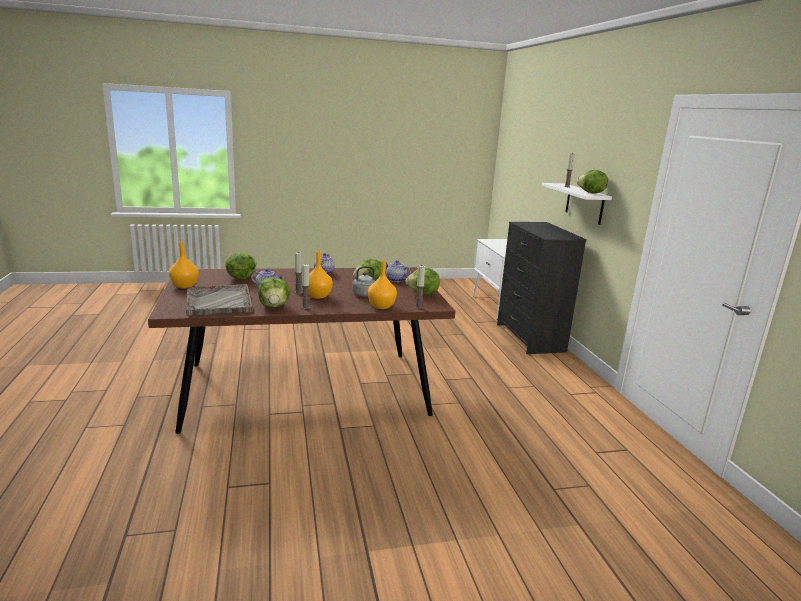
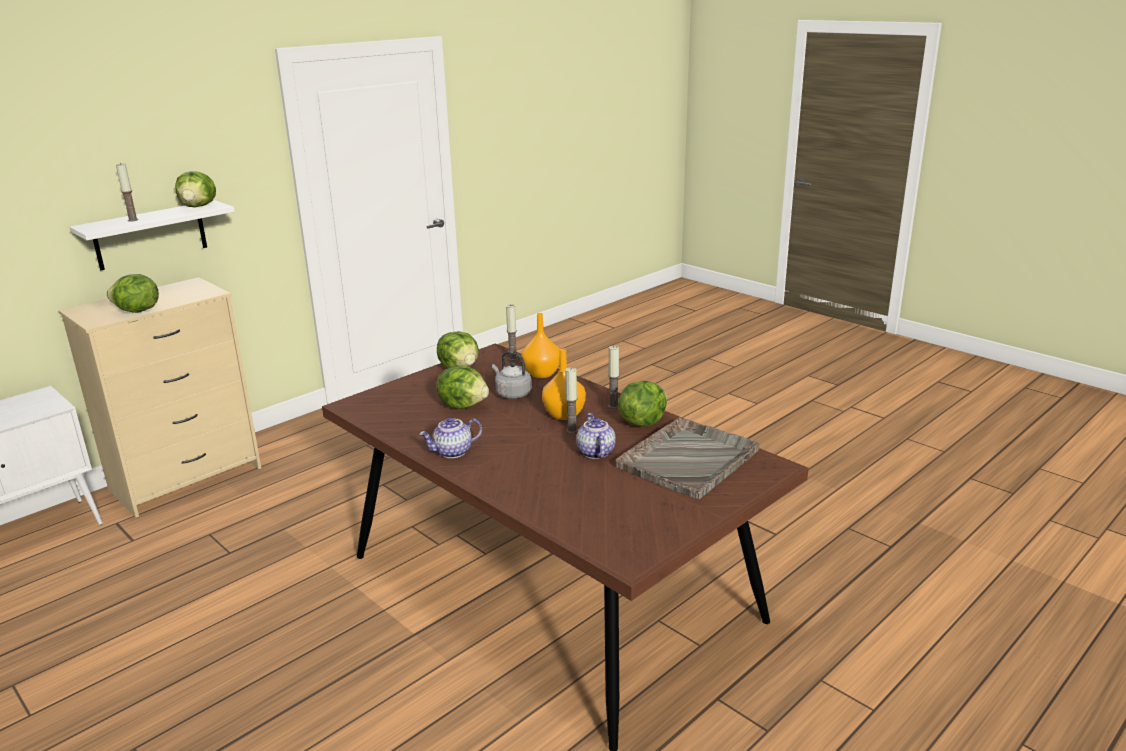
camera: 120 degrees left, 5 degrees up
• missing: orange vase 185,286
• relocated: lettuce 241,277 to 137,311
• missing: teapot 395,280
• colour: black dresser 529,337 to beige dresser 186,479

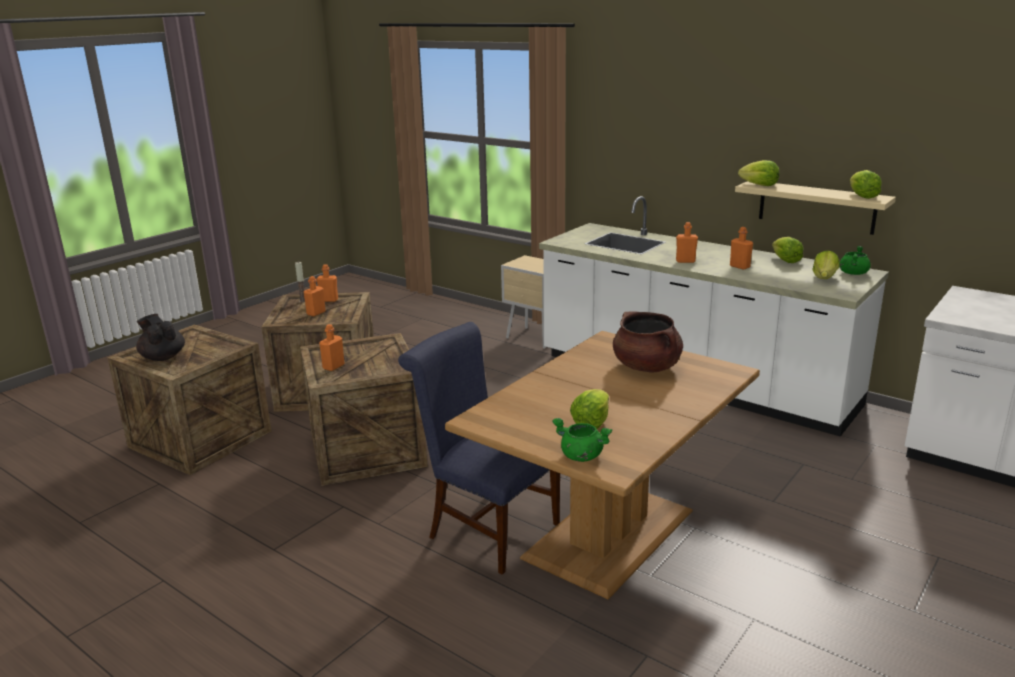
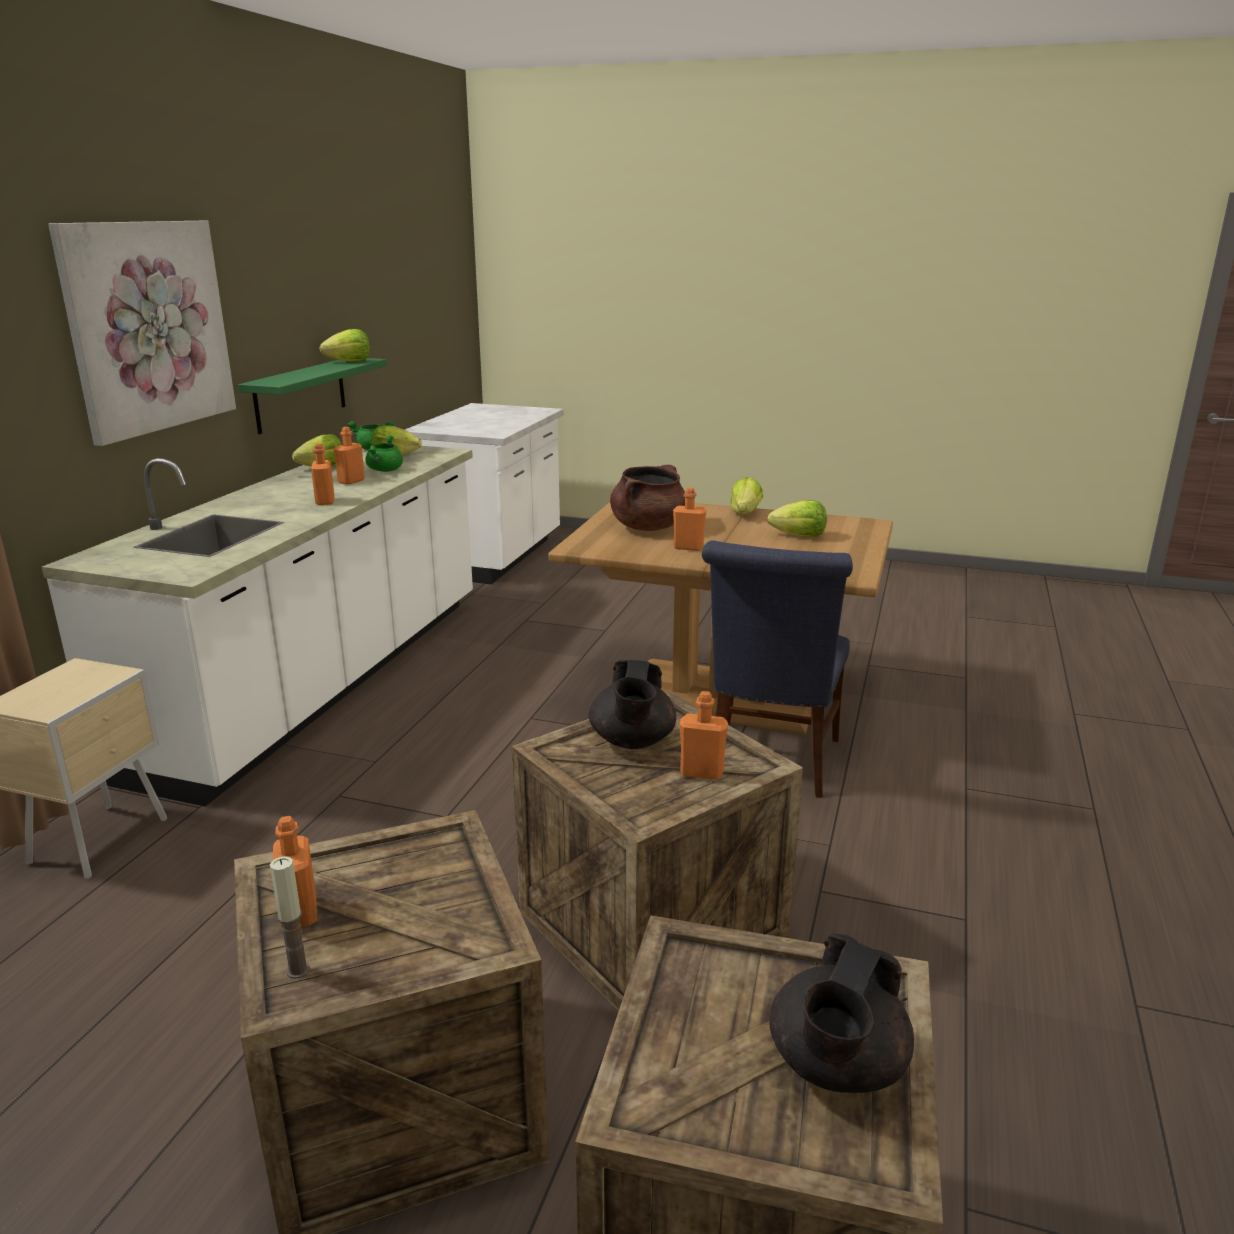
camera: 110 degrees left, 0 degrees up
• relocated: orange bottle 316,313 to 688,547
• relocated: green cooking pot 580,456 to 385,470
• colour: beige shelf 816,207 to green shelf 300,394
• relocated: lettuce 759,185 to 745,513
• appeared: picture 149,327
• appeared: black teapot 632,741

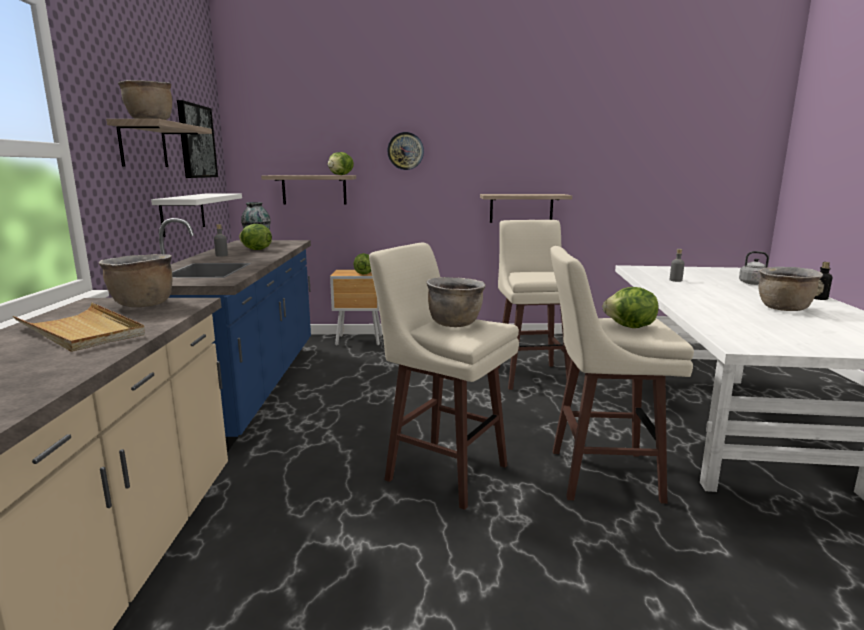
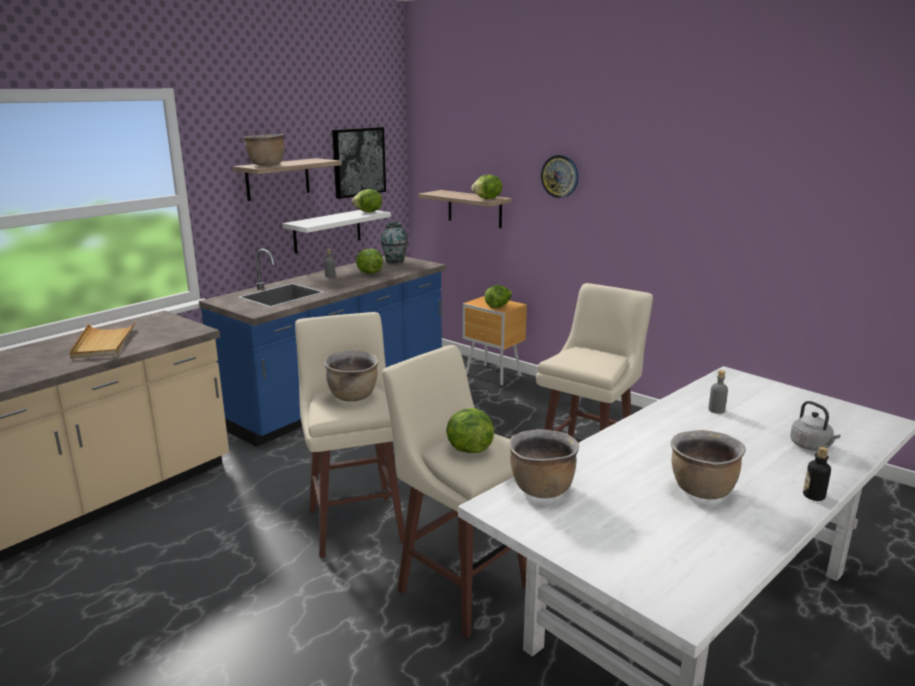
camera: 40 degrees right, 5 degrees up
• relocated: brown cooking pot 142,304 to 541,489
• missing: shelf 521,208
• appeared: lettuce 368,212

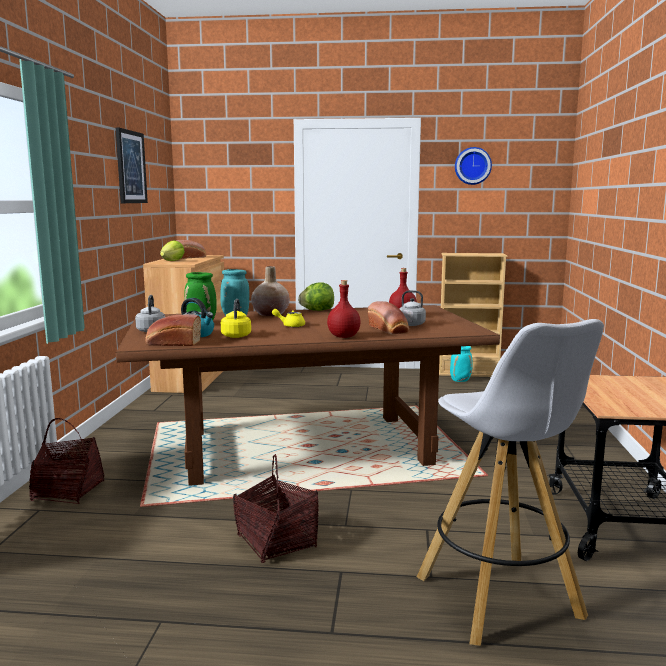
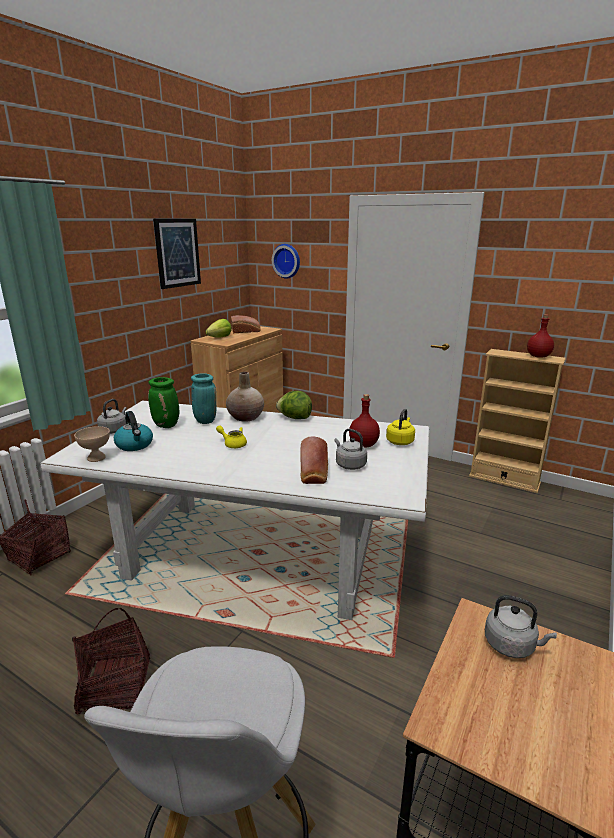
camera: 25 degrees right, 10 degrees up
• colour: brown dining table 304,447 to white dining table 253,553
• exchanged: bread 172,343 to beige bowl 96,458
• relocated: yellow kettle 236,335 to 400,441
• relocated: red bottle 344,336 to 539,356
• missing: turquoise vase 460,380
• relocated: wall clock 472,166 to 287,261
• appeared: grey kettle 512,645

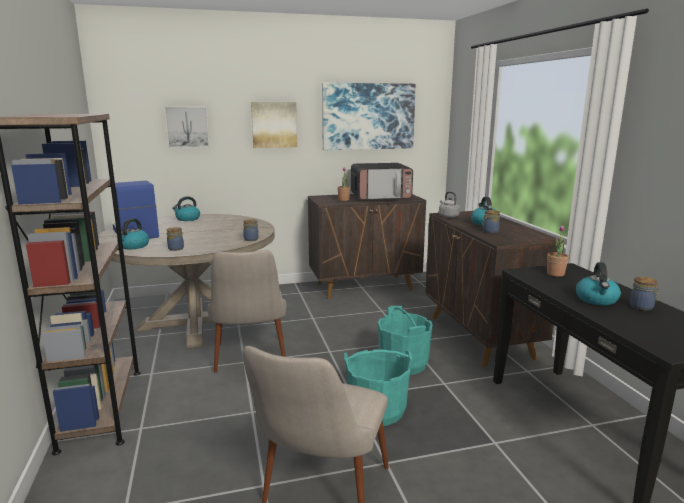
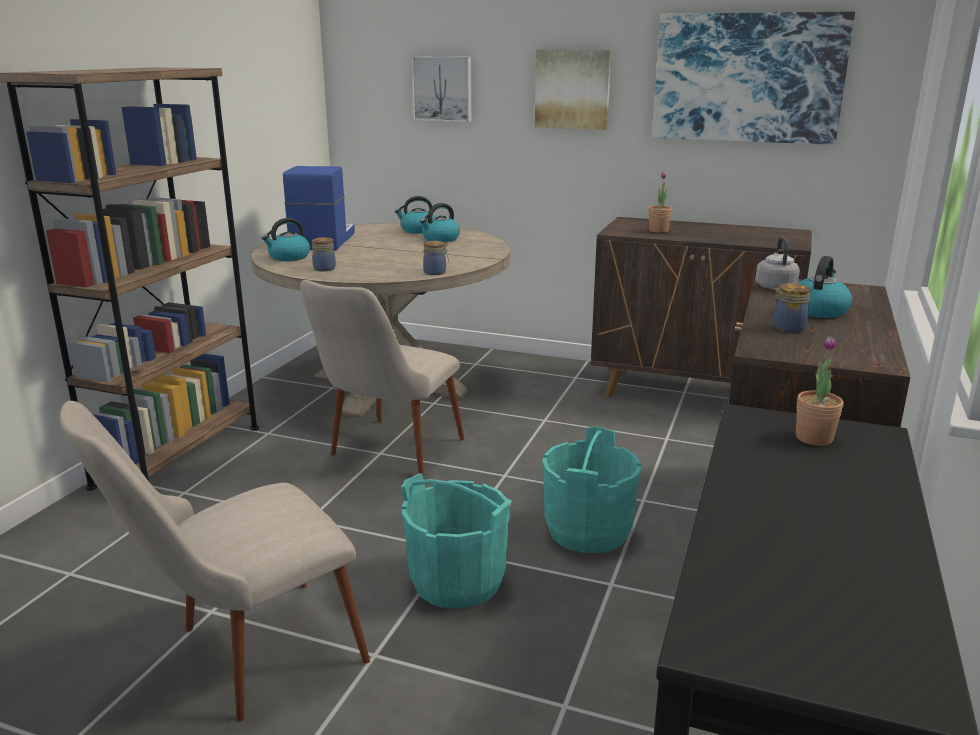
camera: 35 degrees right, 5 degrees up
• missing: microwave 381,197
• relocated: kettle 597,300 to 440,239
• missing: jar 642,307

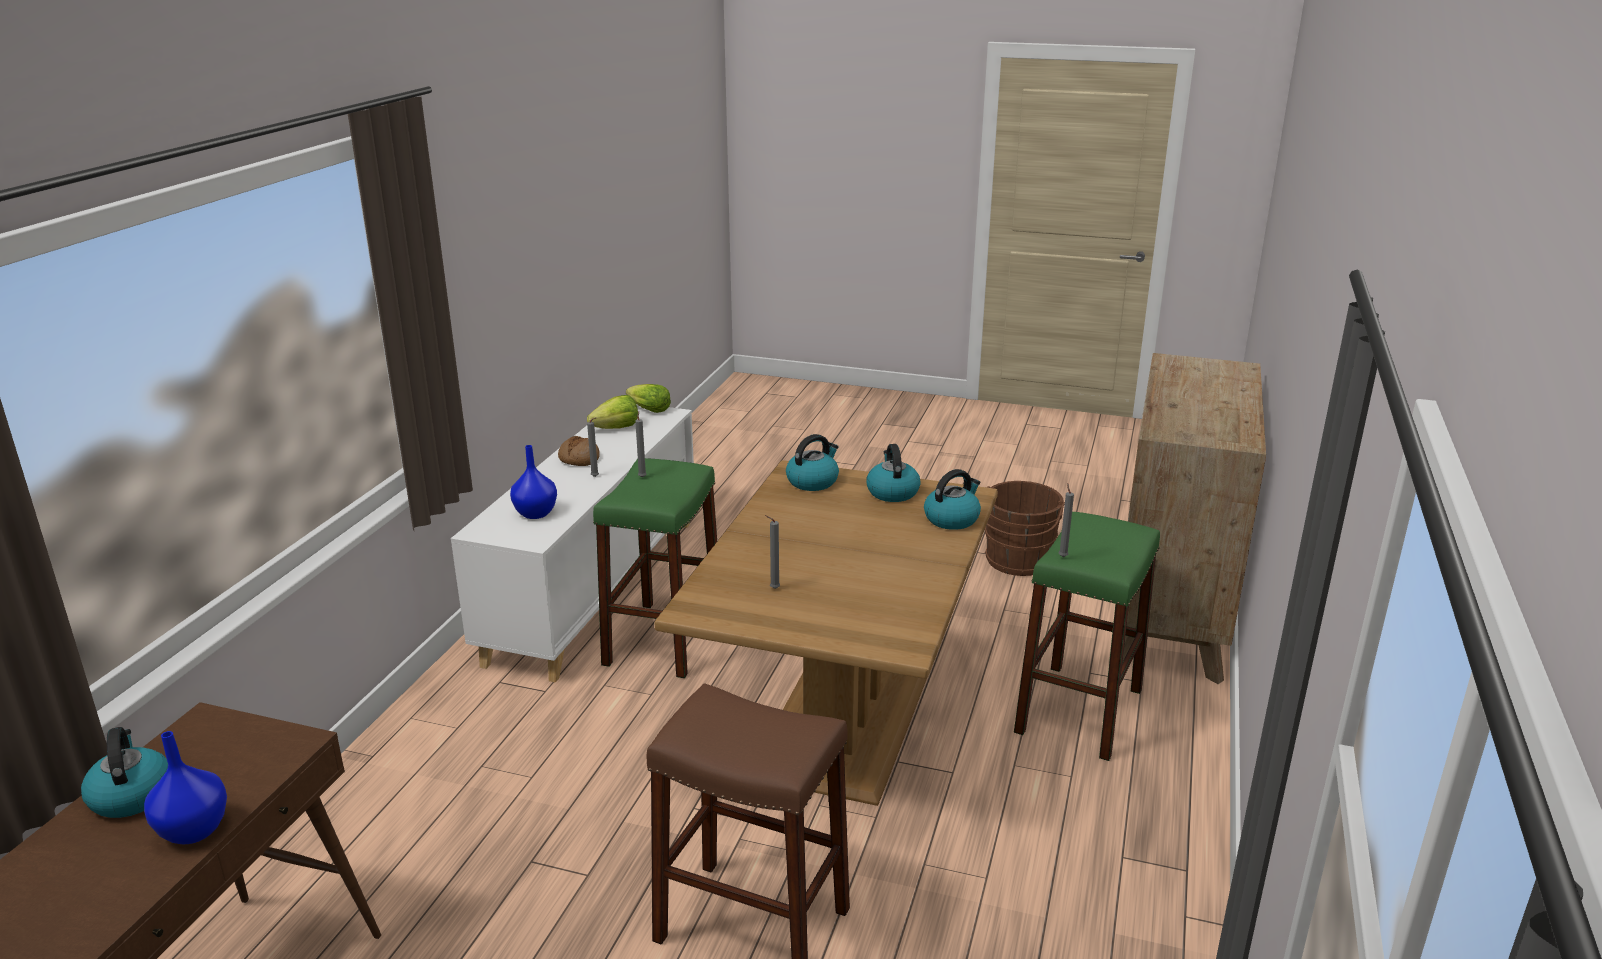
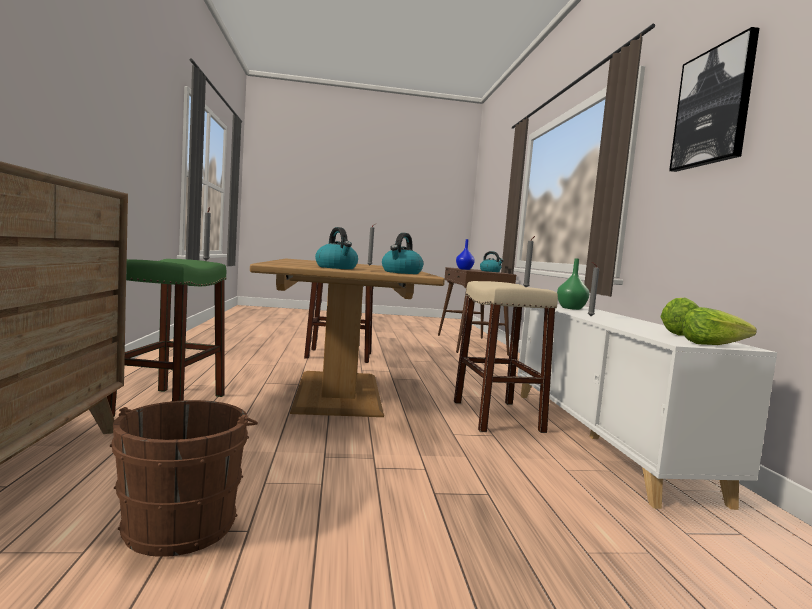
camera: 155 degrees right, 20 degrees down
• colour: blue vase 535,514 to green vase 571,308
• missing: bread 579,459
• colour: green stool 664,639 to beige stool 496,416
• missing: kettle 952,519
• appeared: picture 713,107

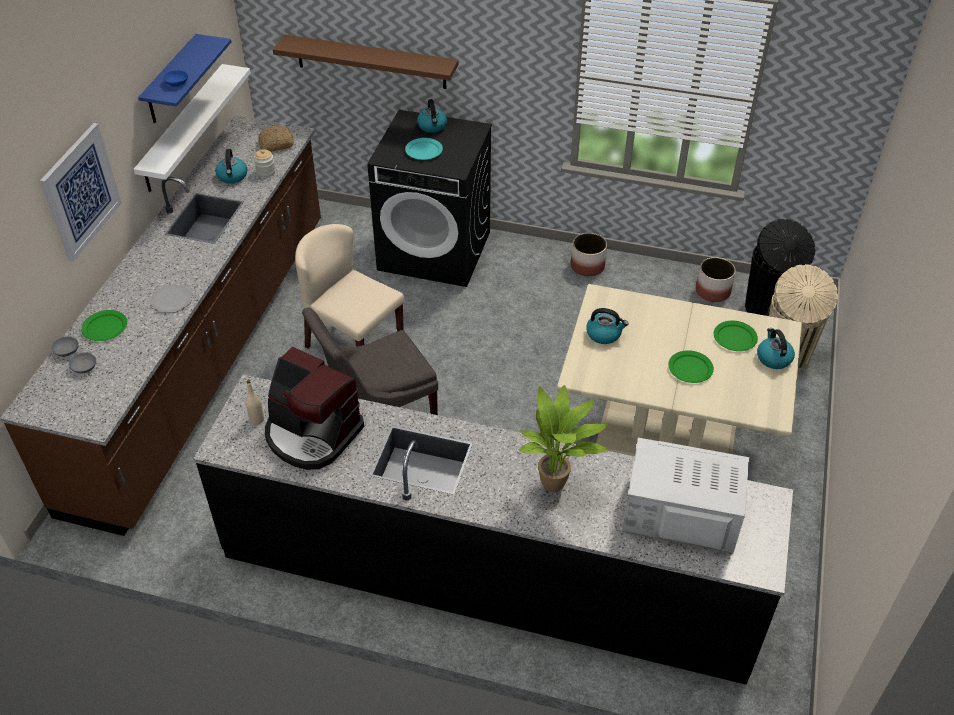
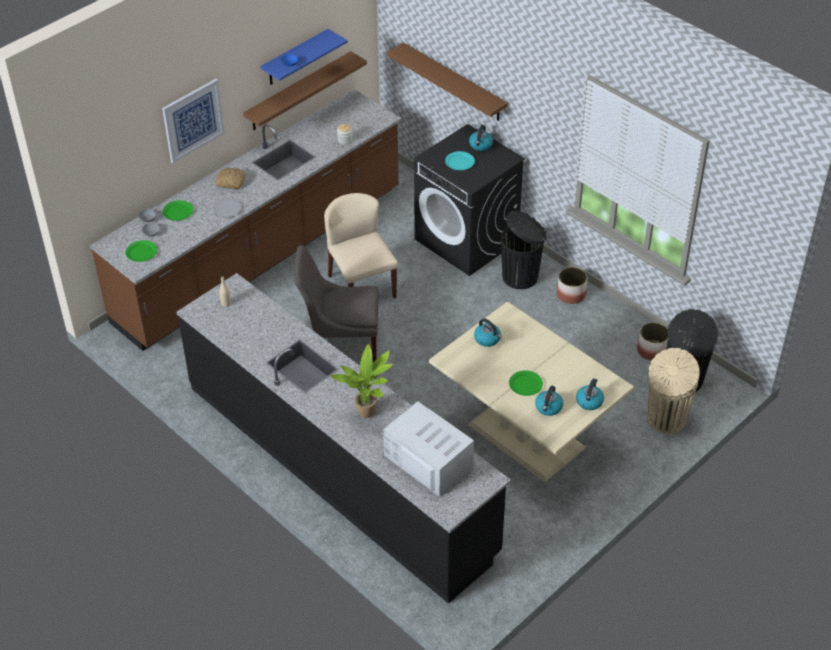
camera: 30 degrees right, 0 degrees up
• colour: white shelf 183,128 to brown shelf 299,92
• relocated: kettle 232,176 to 548,408
• relocated: bread 276,144 to 230,182
• missing: coffee machine 312,434
• relocated: green plate 734,337 to 141,252
• appeared: black trash can 521,276

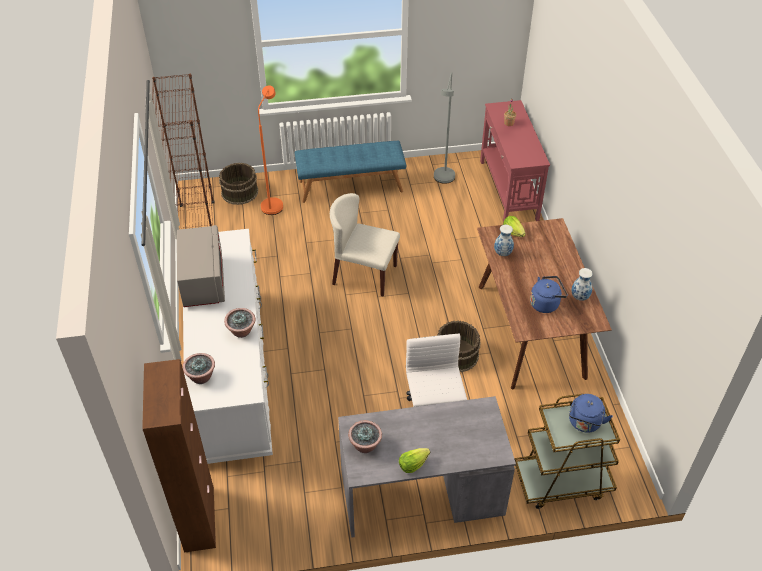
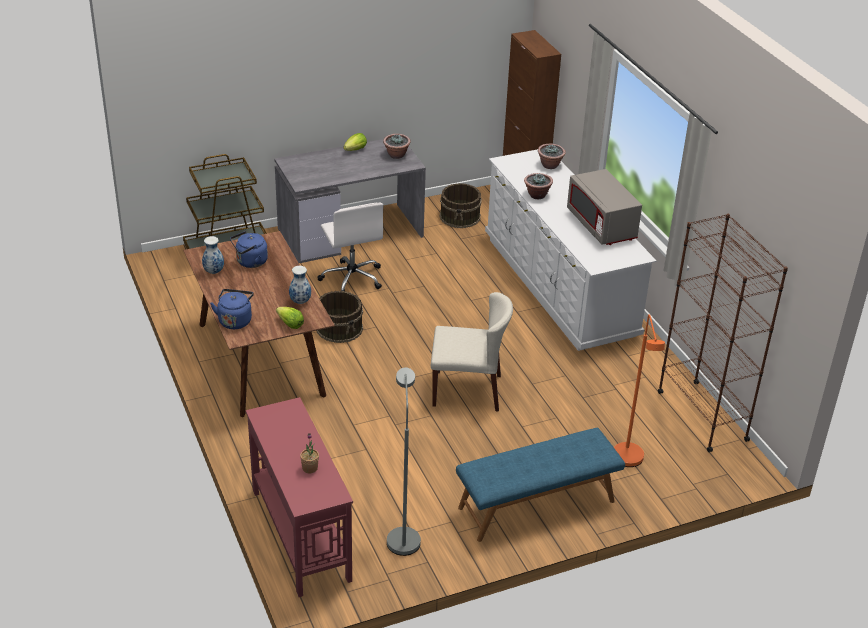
camera: 165 degrees right, 10 degrees down
• relocated: brown bucket 239,192 to 460,216
• relocated: blue kettle 584,423 to 235,320

